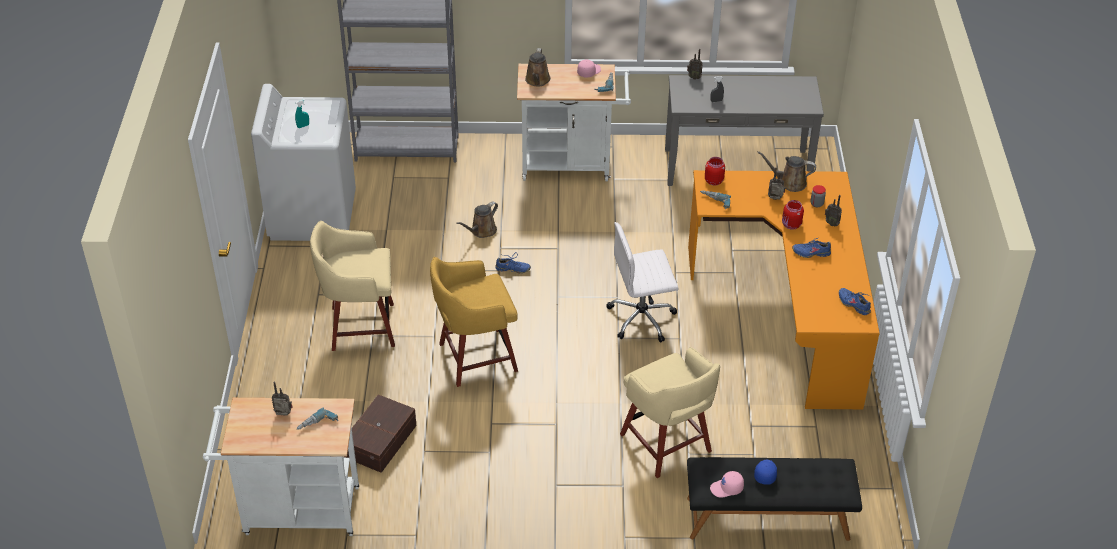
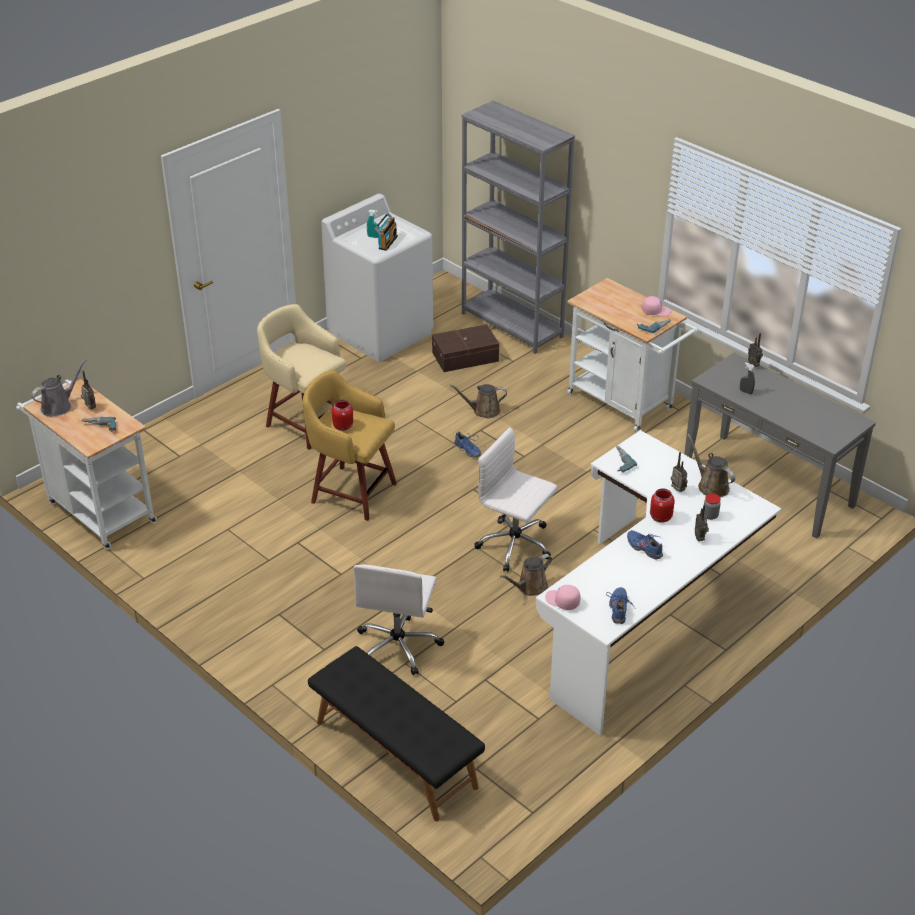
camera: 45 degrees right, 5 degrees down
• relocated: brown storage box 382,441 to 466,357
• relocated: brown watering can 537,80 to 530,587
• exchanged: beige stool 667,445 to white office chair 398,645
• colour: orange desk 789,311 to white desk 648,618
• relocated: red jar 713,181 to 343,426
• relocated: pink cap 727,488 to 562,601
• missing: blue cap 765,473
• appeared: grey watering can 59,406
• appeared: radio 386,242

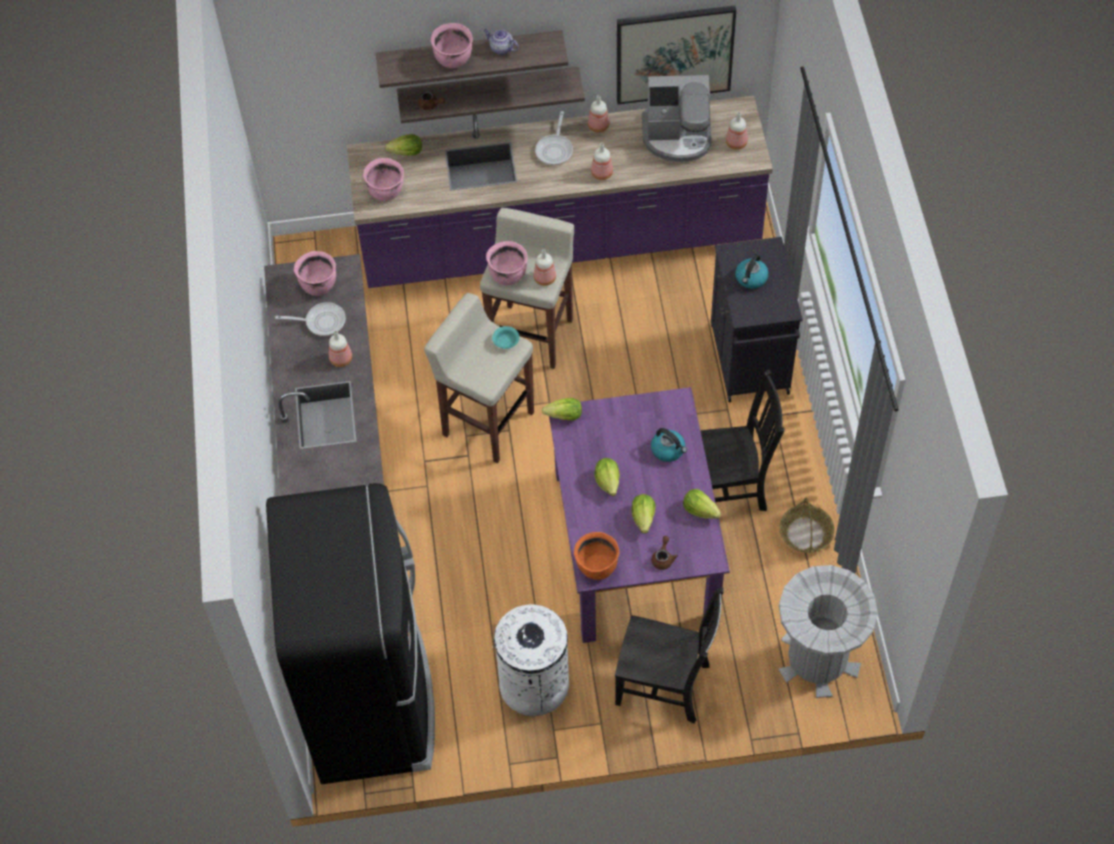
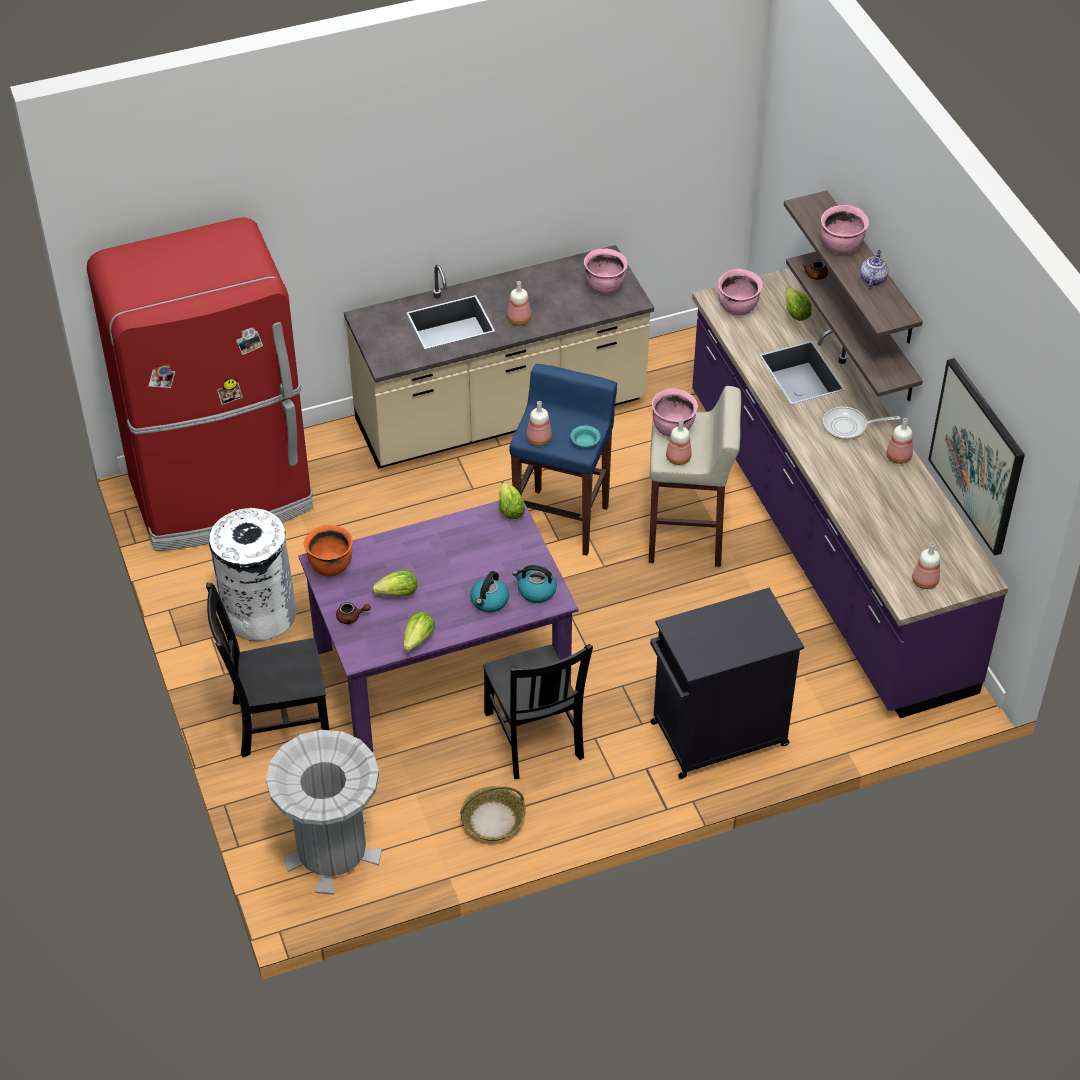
camera: 75 degrees right, 10 degrees down
• colour: black fridge 372,700 to red fridge 222,495
• missing: frying pan 322,321
• colour: beige stool 487,423 to blue stool 562,521
• relocated: bottle 601,174 to 538,439
• missing: lettuce 608,481
• spun: black chair 666,685 = 277,721 75 degrees clockwise
• missing: coffee machine 677,136
• relocated: kettle 751,278 to 536,591

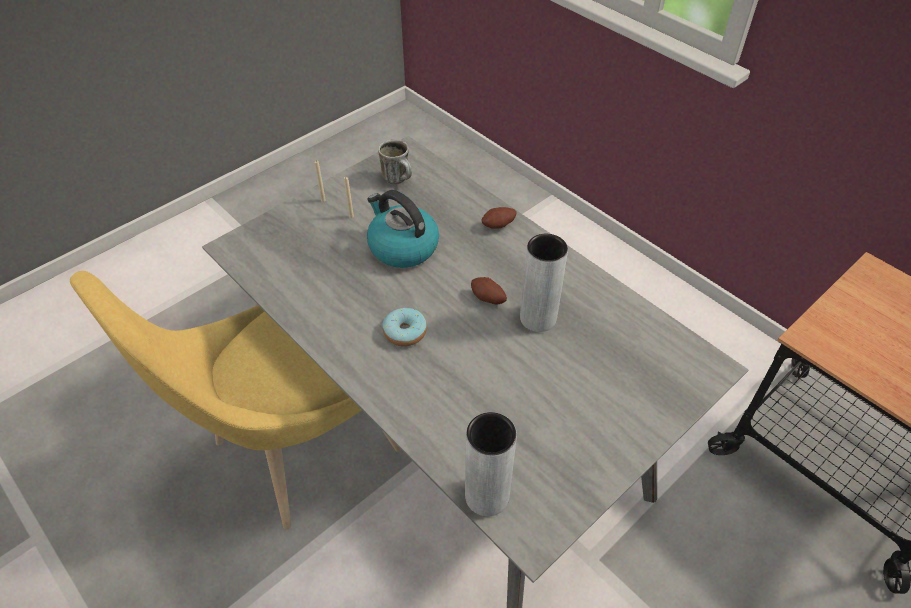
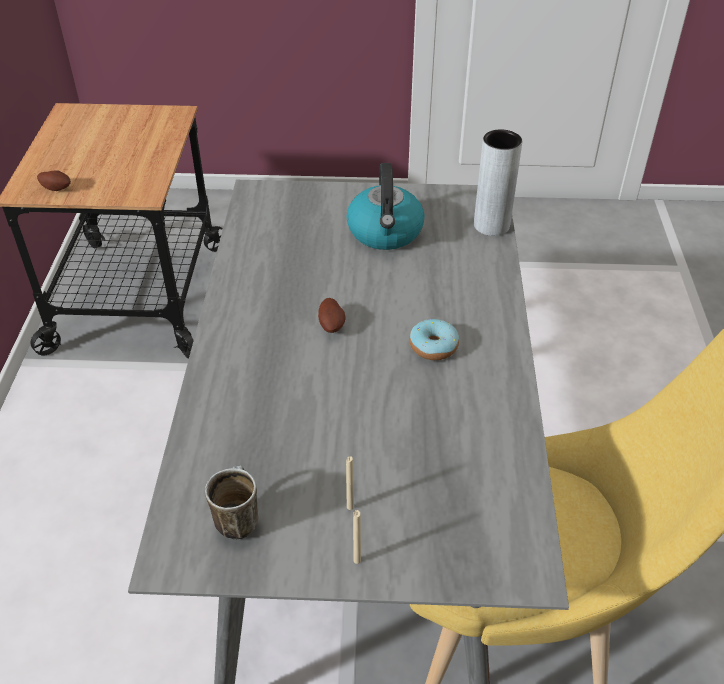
camera: 135 degrees left, 5 degrees down
• relocated: kettle 402,247 to 385,233
• relocated: potato 499,226 to 57,188
• missing: grey vase 538,318

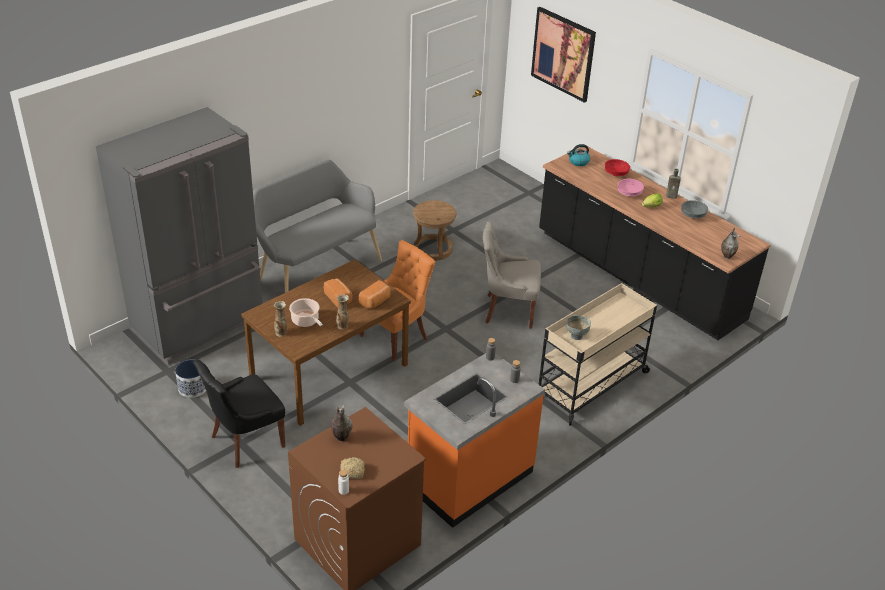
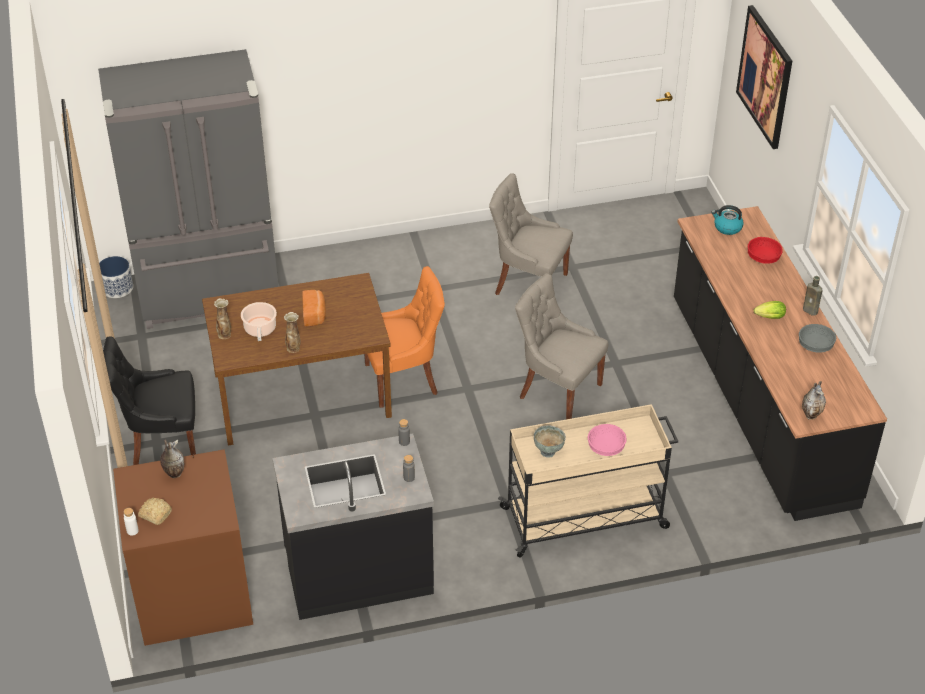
camera: 30 degrees right, 5 degrees up
• relocated: planter 192,388 to 117,288
• missing: grey bench 316,268
• missing: bread 376,301
• colour: orange counter 469,478 to black counter 358,573
• exchanged: brown stool 433,249 to grey chair 529,284
• relocated: pink bowl 629,193 to 606,447

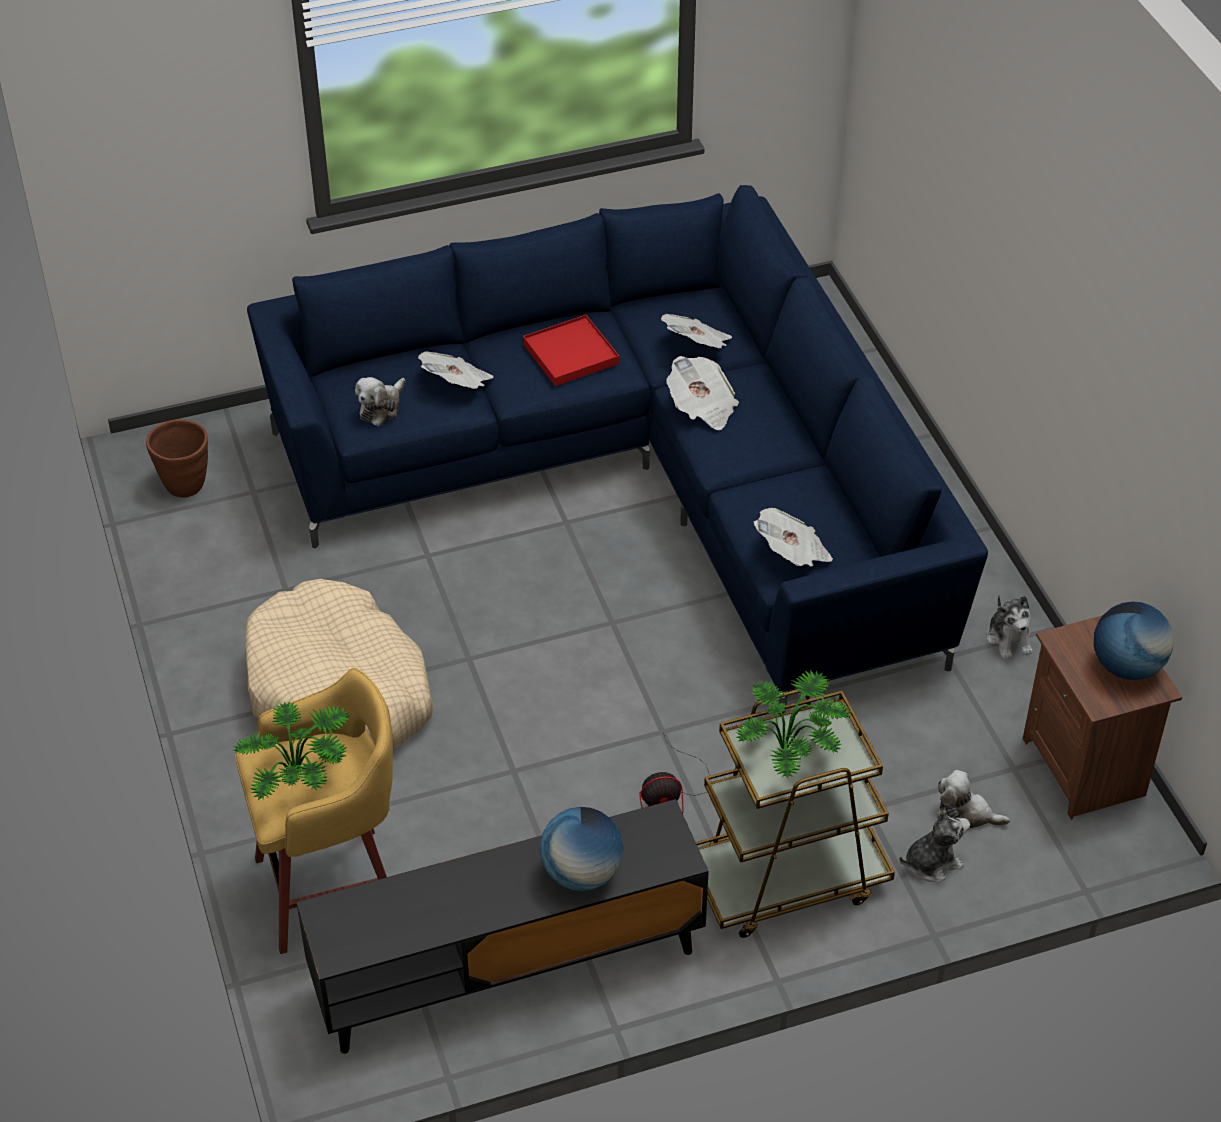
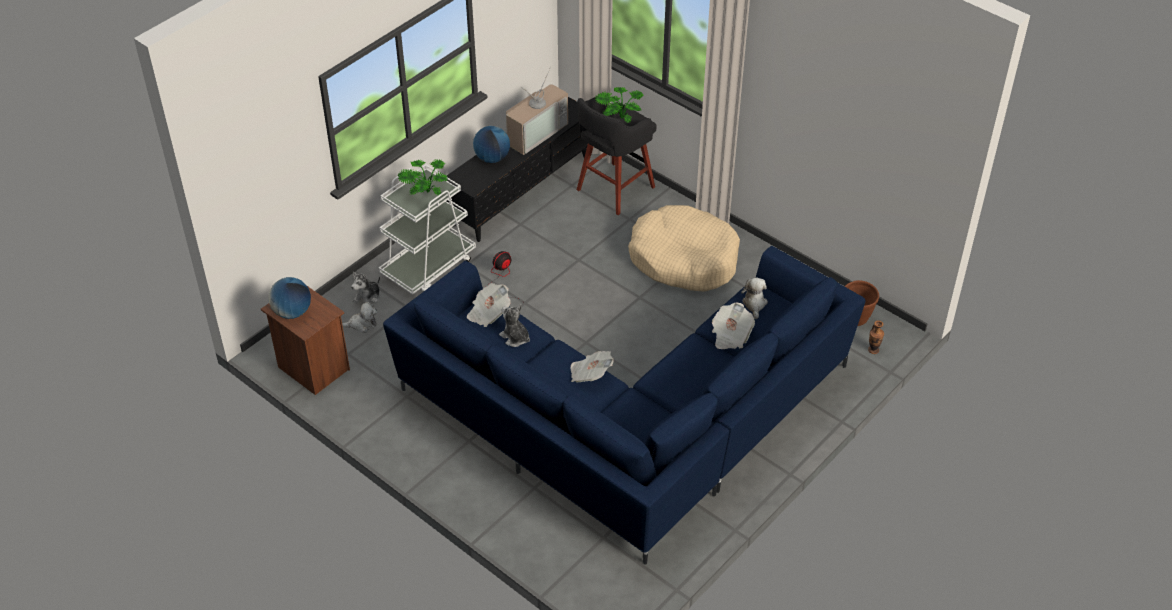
camera: 150 degrees right, 0 degrees up
• colour: yellow stool 334,889 to black stool 613,190
• missing: red tray 571,354
• missing: newspaper 697,345
• colour: brown cart 787,878 to white cart 428,266
• relocated: plush toy 1009,639 to 515,337
• appeared: television 535,132
• appeared: vase 873,350

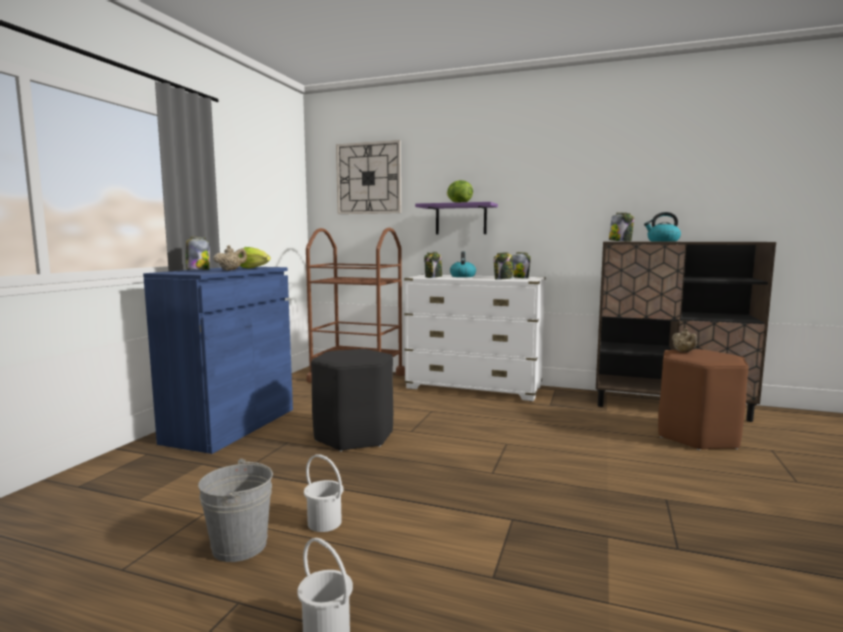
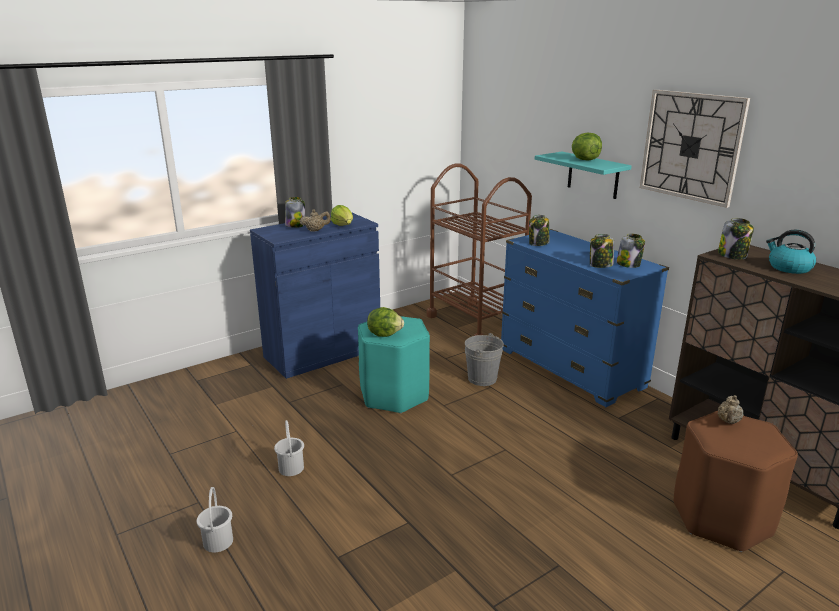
camera: 35 degrees right, 15 degrees up
• relocated: grey bucket 239,546 to 482,378
• colour: black stool 354,436 to turquoise stool 394,395
• relocated: wall clock 369,178 to 691,146
• colour: white dresser 474,388 to blue dresser 571,369
• colour: purple shelf 461,219 to turquoise shelf 593,175
• missing: kettle 462,276
• appeared: lettuce 384,334

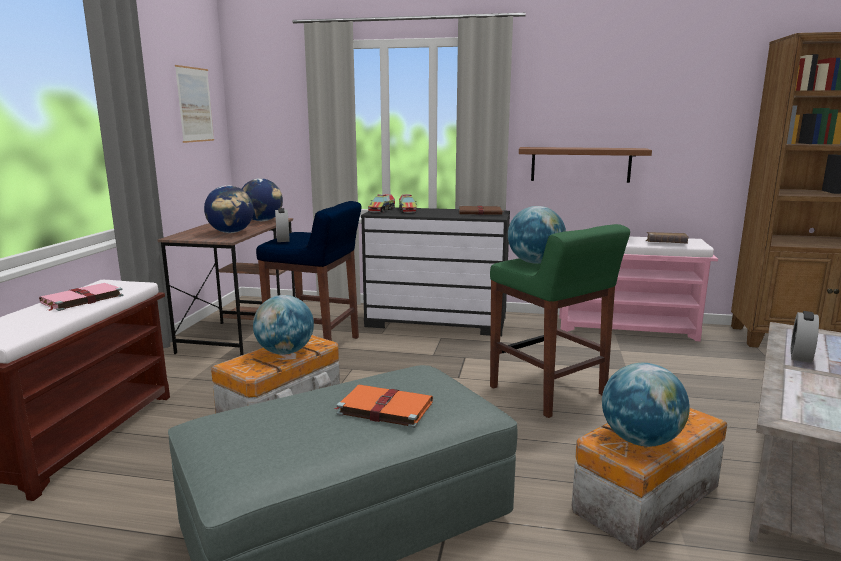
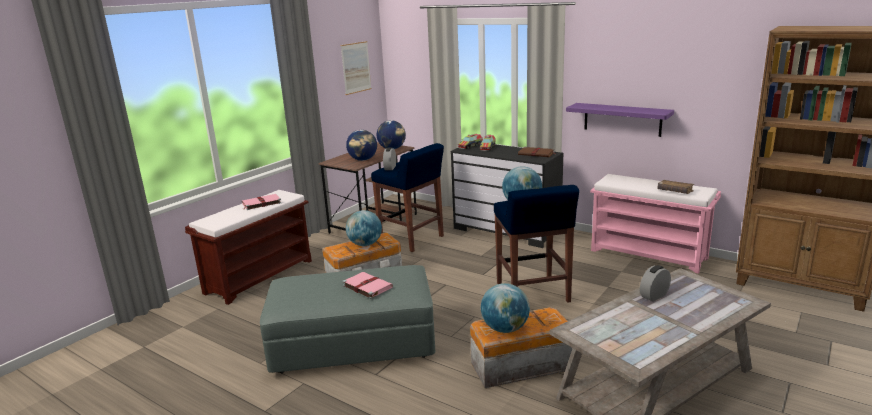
camera: 25 degrees right, 5 degrees up
• colour: orange book 383,408 to pink book 366,286
• colour: green stool 549,392 to blue stool 533,293
• colour: brown shelf 580,164 to purple shelf 622,119

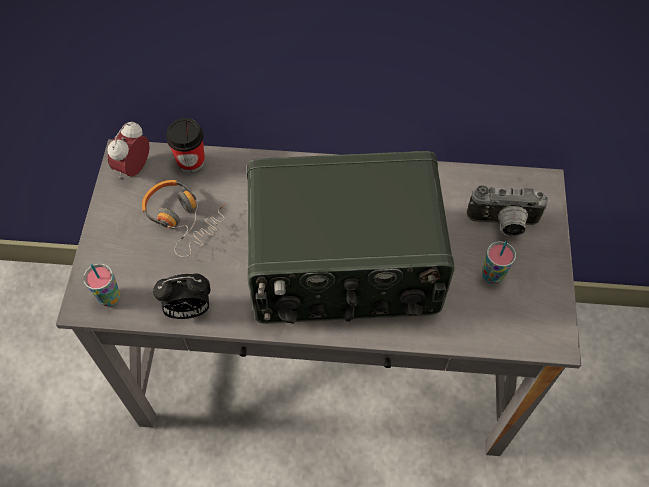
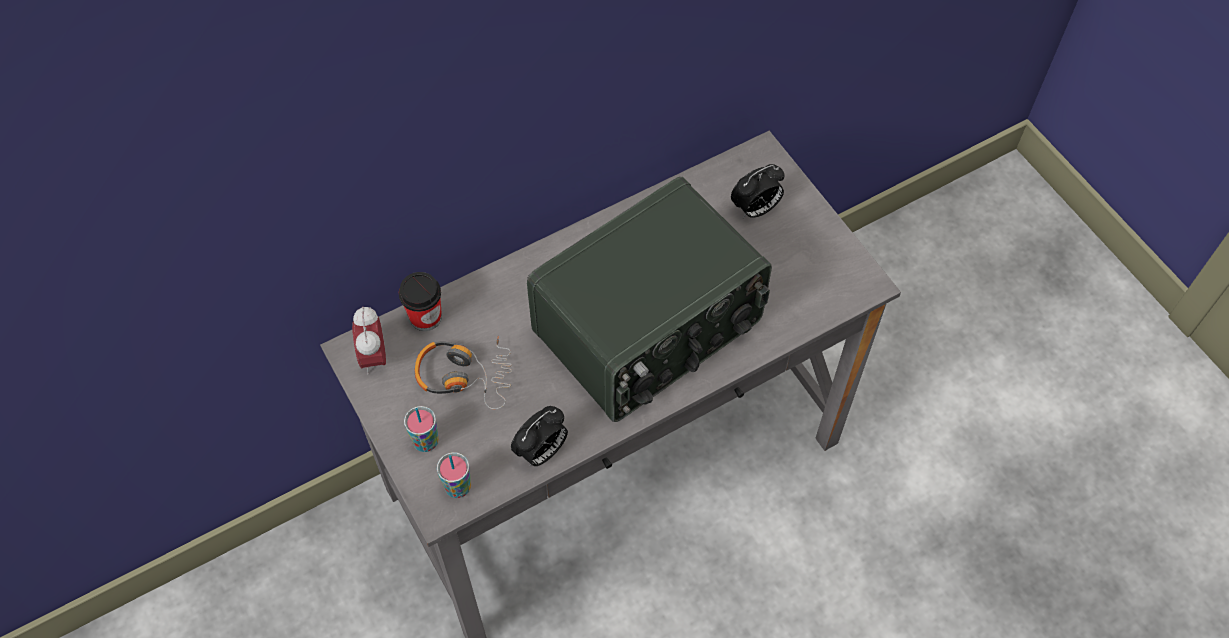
camera: 35 degrees left, 0 degrees up
• exchanged: photo camera 503,224 to alarm clock 755,209
• relocated: cup 492,276 to 426,442

